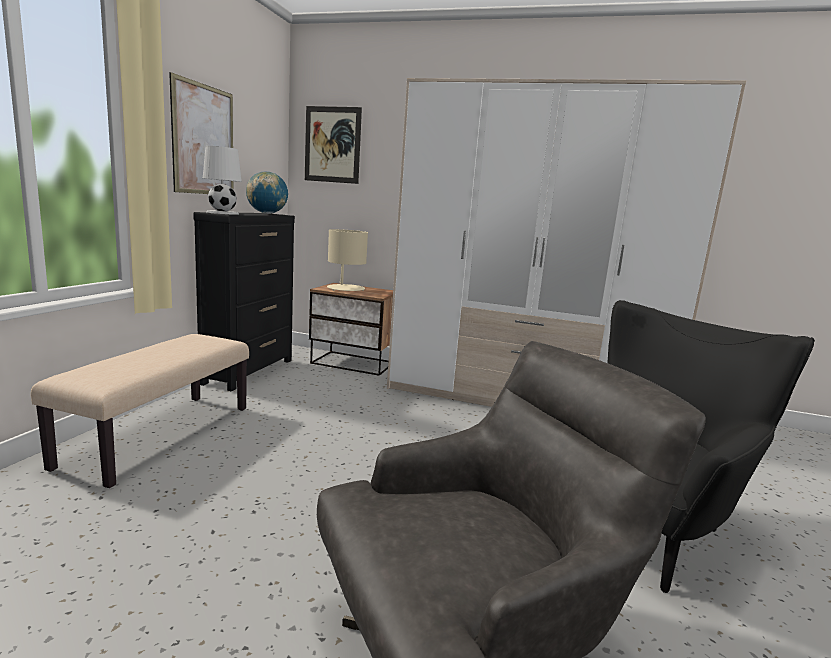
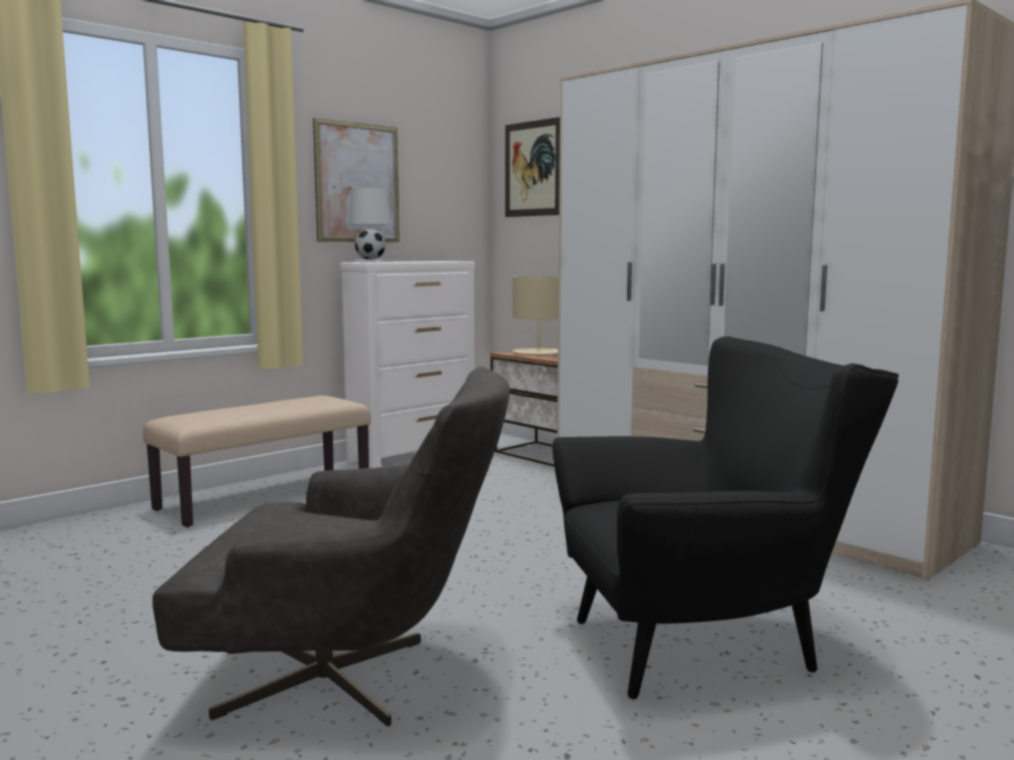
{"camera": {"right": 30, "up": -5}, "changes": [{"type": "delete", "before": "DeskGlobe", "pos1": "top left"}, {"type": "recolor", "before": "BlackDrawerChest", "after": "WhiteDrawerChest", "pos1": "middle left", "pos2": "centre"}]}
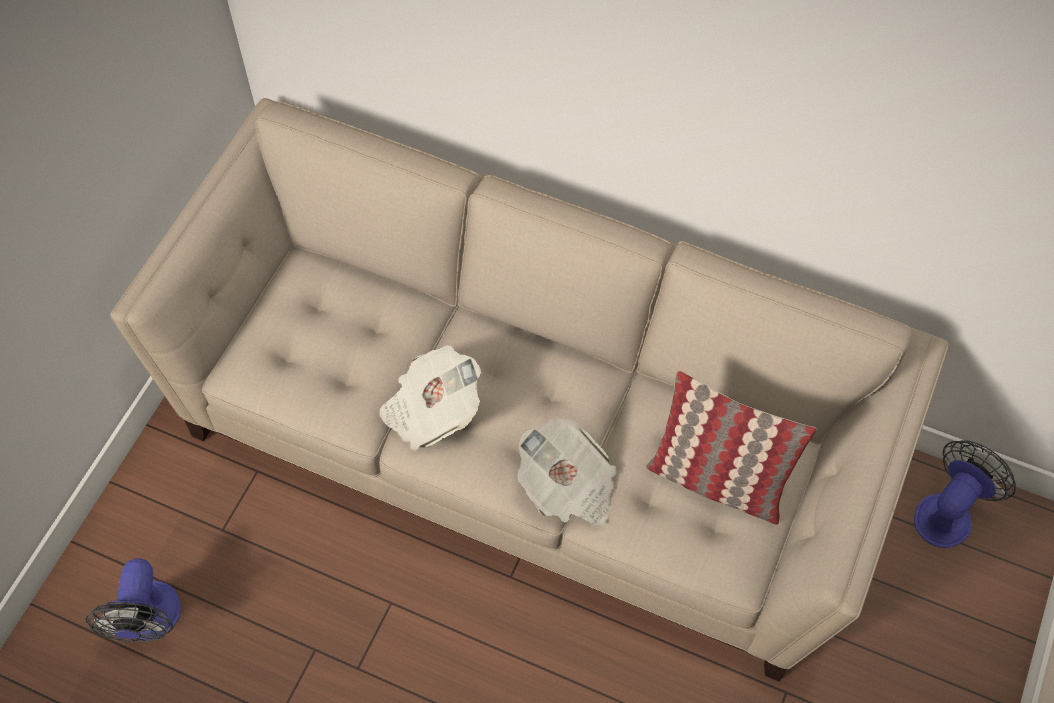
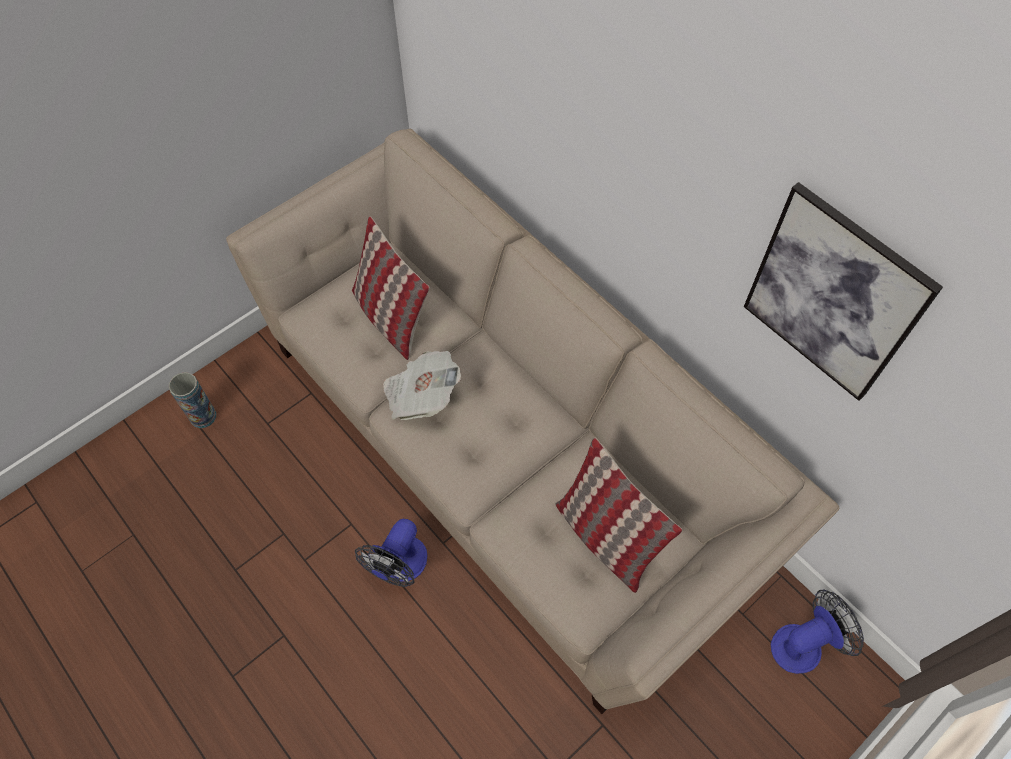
{"camera": {"right": 25, "up": 0}, "changes": [{"type": "delete", "before": "Newspaper (2nd from left)", "pos1": "bottom centre"}, {"type": "move", "before": "CoolingFan (1st from left)", "pos1": "bottom left", "pos2": "bottom centre"}, {"type": "insert", "after": "Picture", "pos2": "middle right"}, {"type": "insert", "after": "Pillow (1st from left)", "pos2": "centre"}, {"type": "insert", "after": "DecorativeVase", "pos2": "middle left"}]}
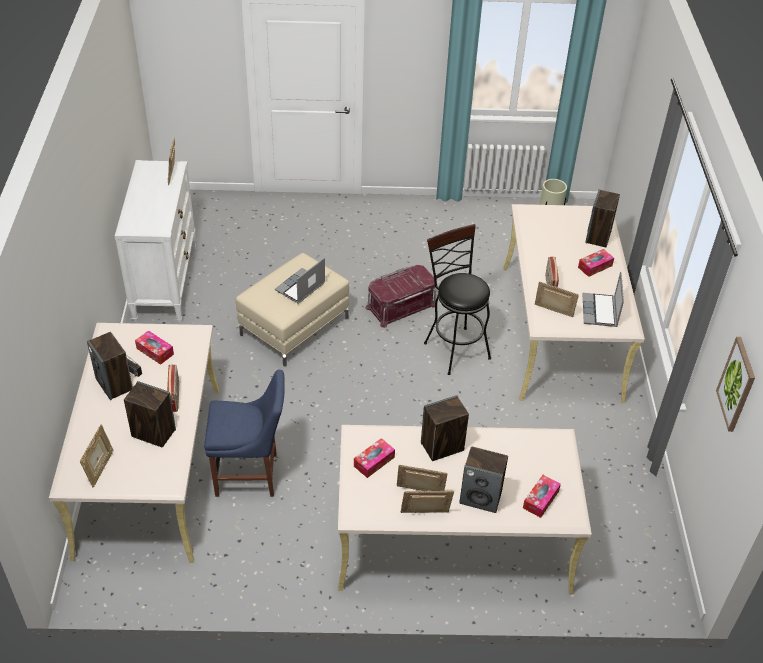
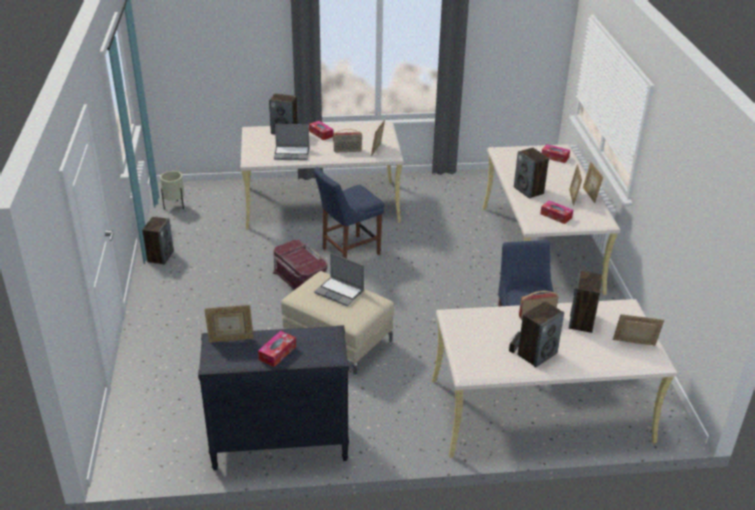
{"camera": {"right": -95, "up": -10}, "changes": [{"type": "recolor", "before": "WhiteDrawerChest", "after": "BlackDrawerChest", "pos1": "middle left", "pos2": "bottom centre"}, {"type": "replace", "before": "BlackStool", "after": "BlueColouredUprightChair (1st from left)", "pos1": "centre", "pos2": "centre"}, {"type": "move", "before": "NotebookComputer (2nd from left in the first image)", "after": "NotebookComputer (1st from left)", "pos1": "middle right", "pos2": "top centre"}, {"type": "move", "before": "BoxOfTissues (1st from left)", "pos1": "middle left", "pos2": "bottom centre"}, {"type": "delete", "before": "Picture", "pos1": "middle right"}, {"type": "move", "before": "AudioSpeaker (4th from left in the first image)", "after": "AudioSpeaker (1st from left)", "pos1": "bottom centre", "pos2": "middle left"}]}
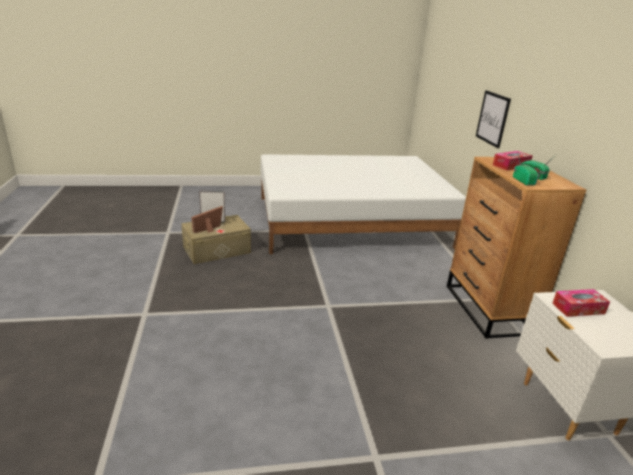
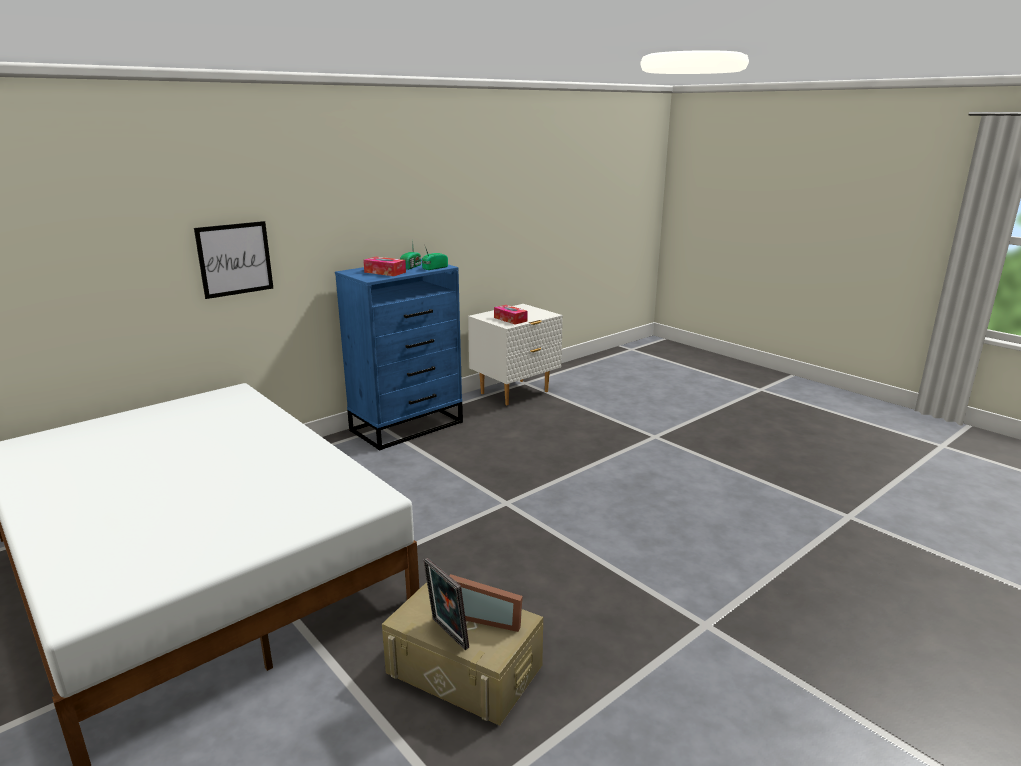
{"camera": {"right": -120, "up": -5}, "changes": [{"type": "recolor", "before": "BrownDrawerChest", "after": "BlueColouredDrawerChest", "pos1": "middle right", "pos2": "centre"}]}
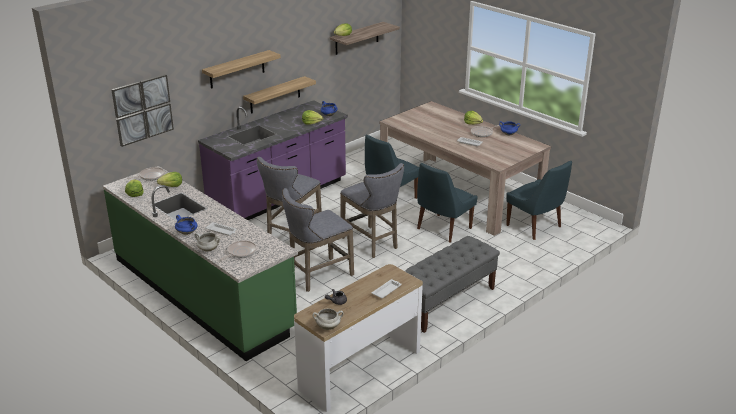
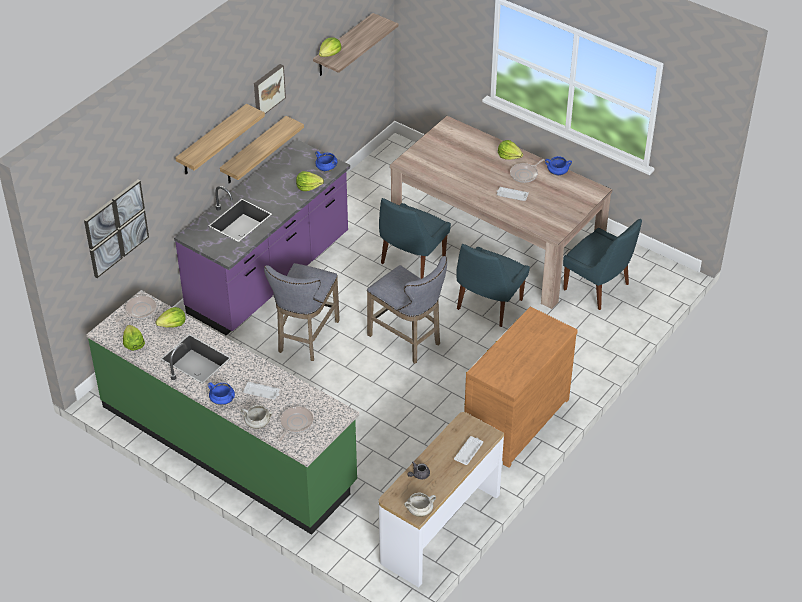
{"camera": {"right": -10, "up": 15}, "changes": [{"type": "delete", "before": "GreyishStool (2nd from left)", "pos1": "centre"}, {"type": "replace", "before": "GreyishIndoorBench", "after": "BrownDrawerChest", "pos1": "bottom centre", "pos2": "centre"}, {"type": "insert", "after": "Picture (2nd from left)", "pos2": "top centre"}]}
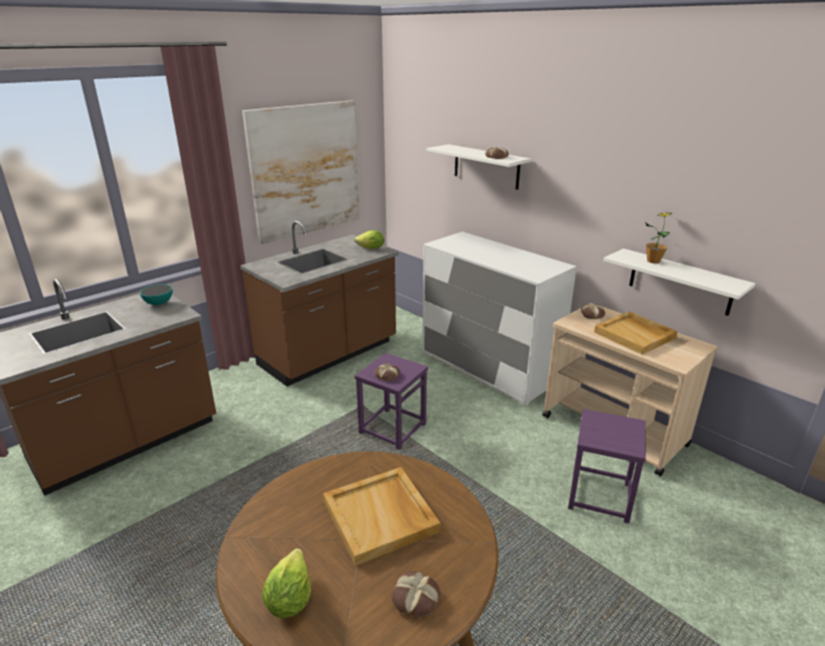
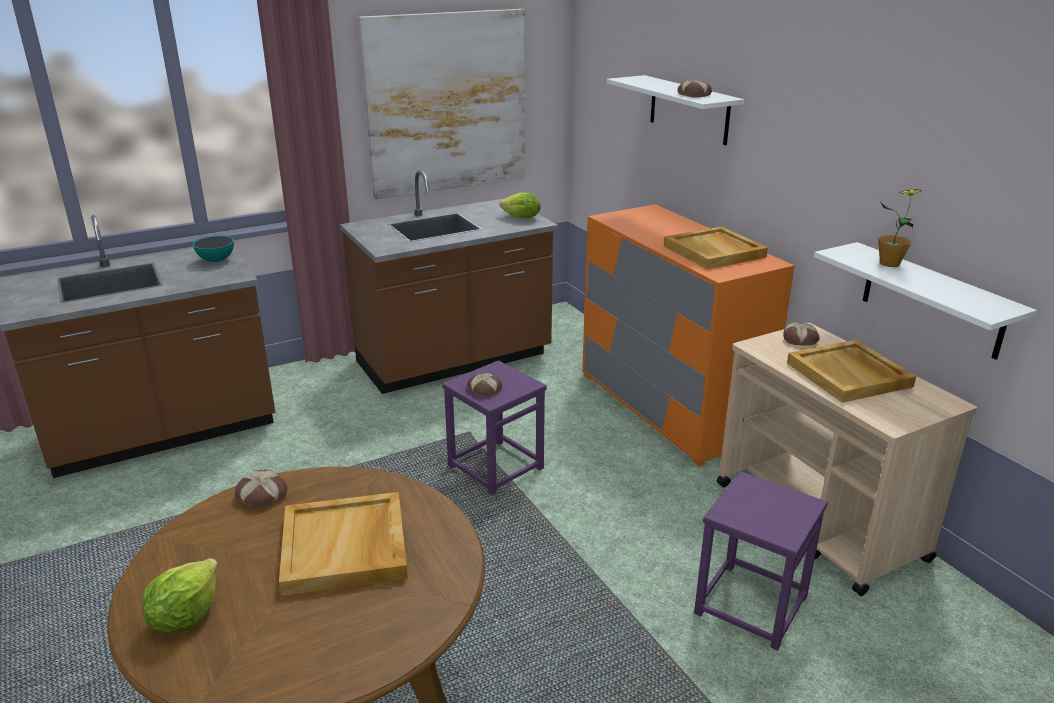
{"camera": {"right": 15, "up": 0}, "changes": [{"type": "recolor", "before": "WhiteDrawerChest", "after": "OrangeyDrawerChest", "pos1": "centre", "pos2": "centre"}, {"type": "move", "before": "BakeryBread (2nd from left in the first image)", "after": "BakeryBread (1st from left)", "pos1": "bottom centre", "pos2": "bottom left"}, {"type": "insert", "after": "BeigeCarryingTray (2nd from left)", "pos2": "middle right"}]}
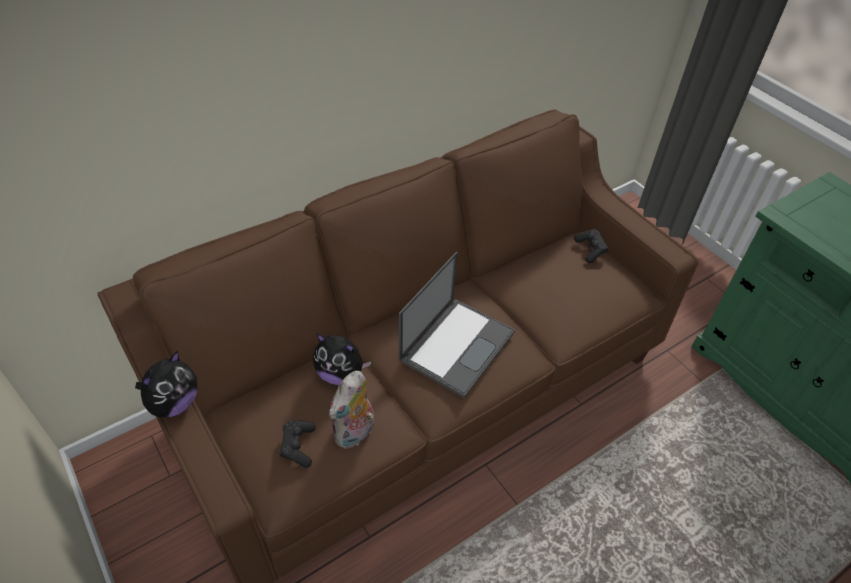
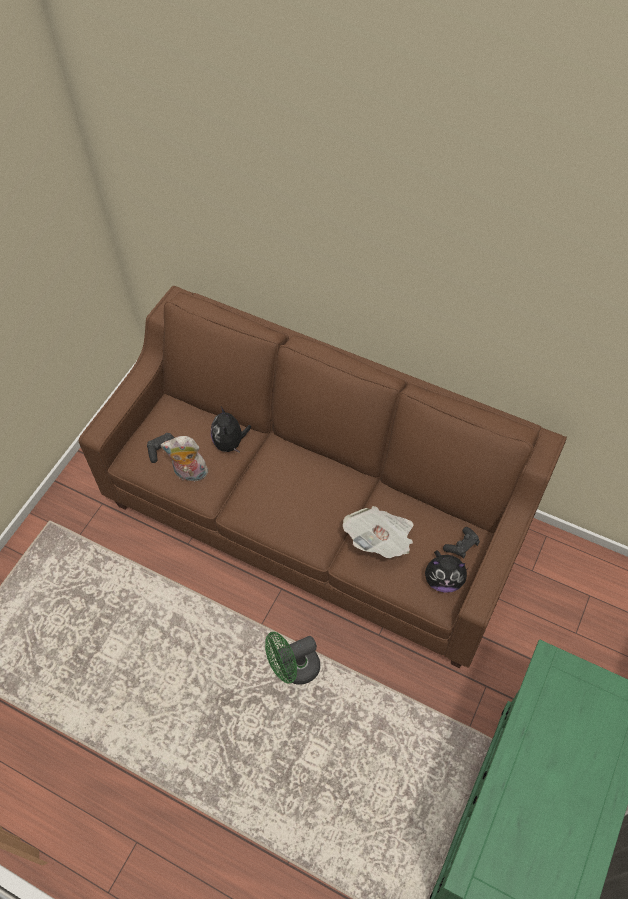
{"camera": {"right": 65, "up": 10}, "changes": [{"type": "delete", "before": "NotebookComputer", "pos1": "centre"}, {"type": "move", "before": "CuddlyToy (1st from left in the first image)", "after": "CuddlyToy (3rd from left)", "pos1": "middle left", "pos2": "middle right"}, {"type": "insert", "after": "Newspaper", "pos2": "centre"}, {"type": "insert", "after": "GreenishCoolingFan", "pos2": "bottom centre"}]}
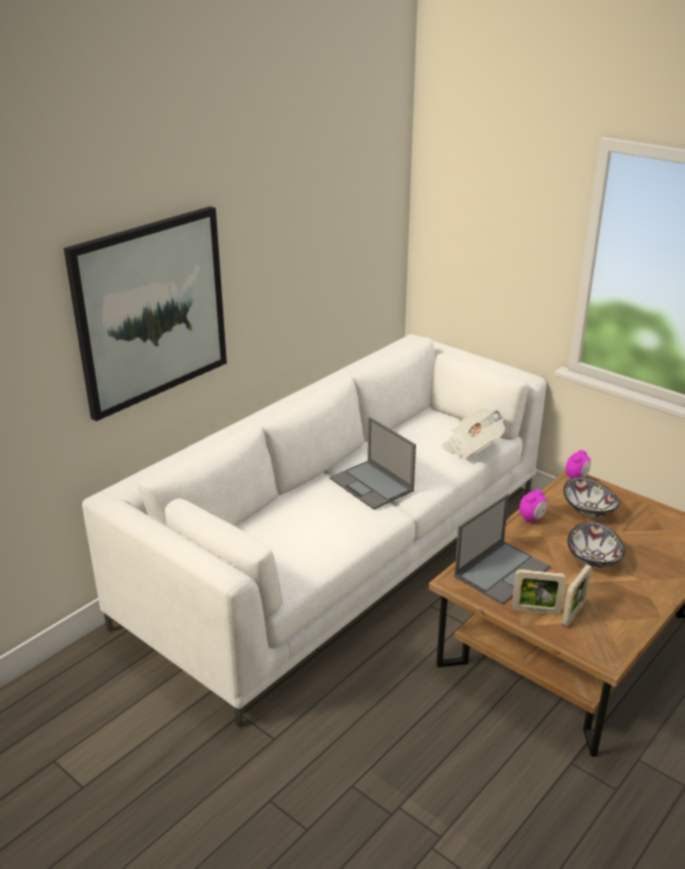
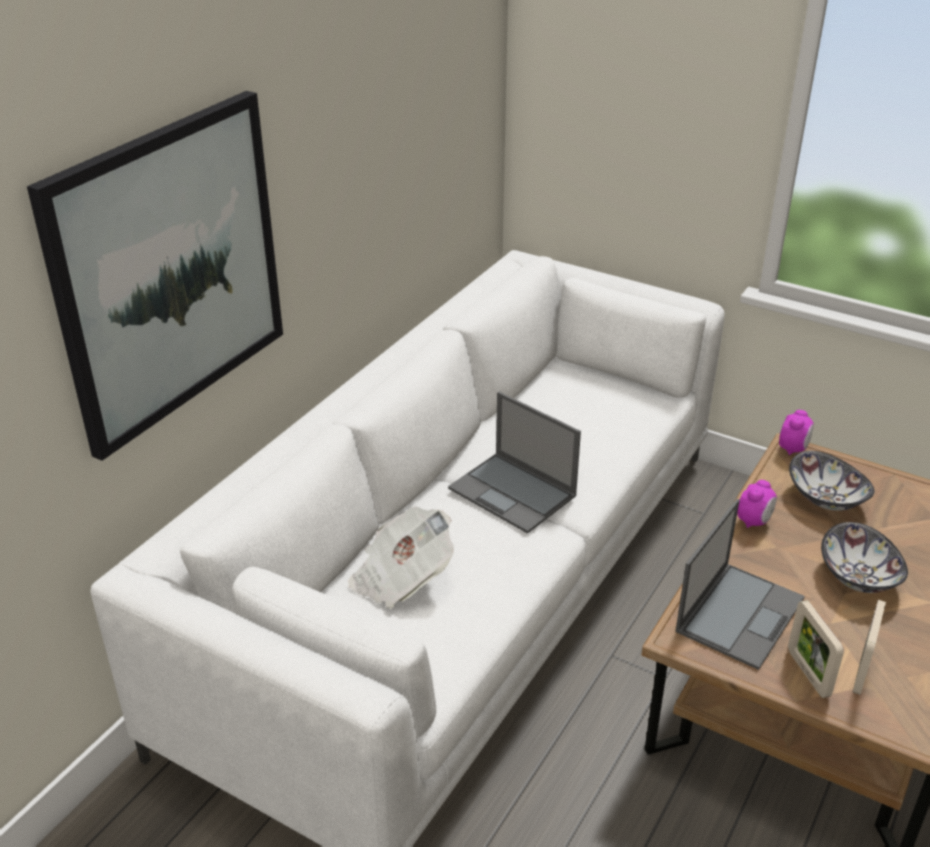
{"camera": {"right": -10, "up": 5}, "changes": [{"type": "move", "before": "Newspaper", "pos1": "middle right", "pos2": "centre"}, {"type": "rotate", "before": "PhotoFrame (1st from left)", "pos1": "bottom right", "pos2": "bottom right", "turn": 75}]}
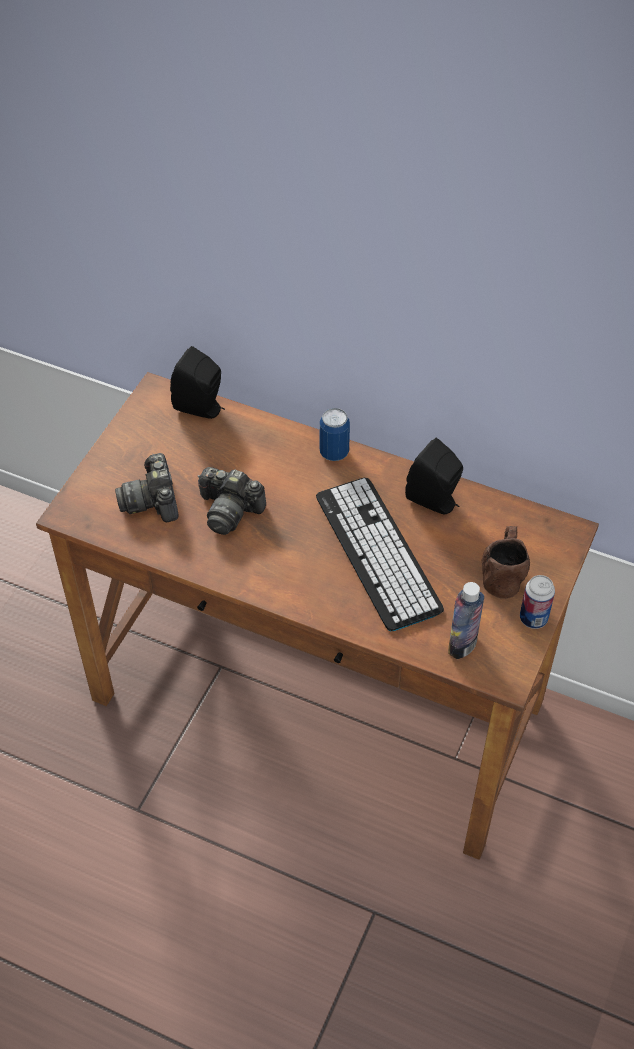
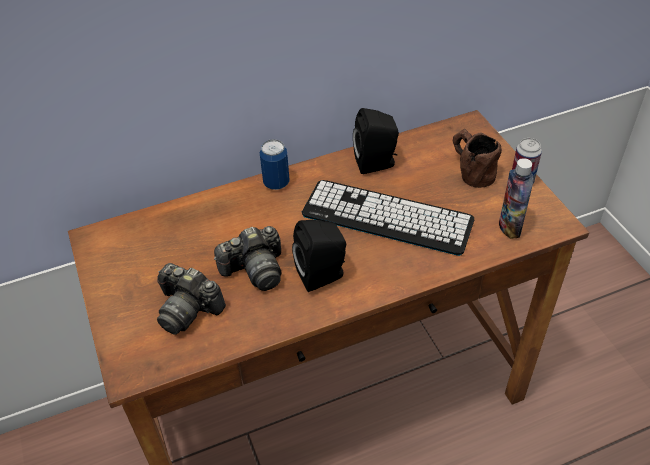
{"camera": {"right": -45, "up": -5}, "changes": [{"type": "move", "before": "BlackAudioSpeaker (1st from left)", "pos1": "middle left", "pos2": "centre"}]}
